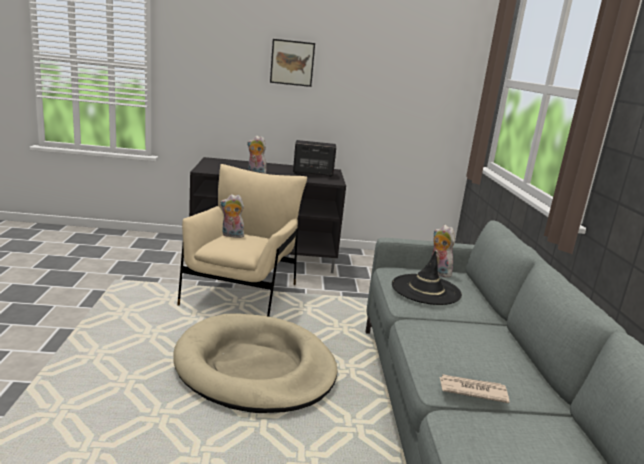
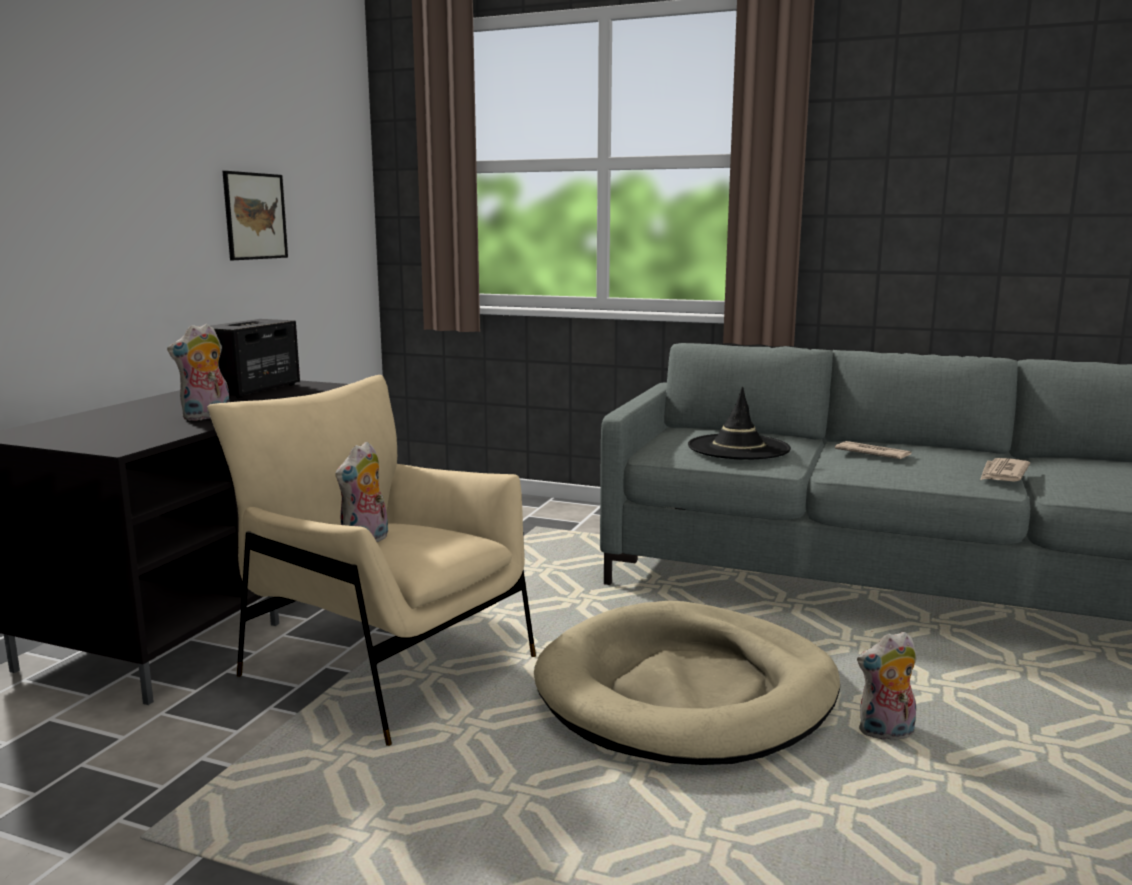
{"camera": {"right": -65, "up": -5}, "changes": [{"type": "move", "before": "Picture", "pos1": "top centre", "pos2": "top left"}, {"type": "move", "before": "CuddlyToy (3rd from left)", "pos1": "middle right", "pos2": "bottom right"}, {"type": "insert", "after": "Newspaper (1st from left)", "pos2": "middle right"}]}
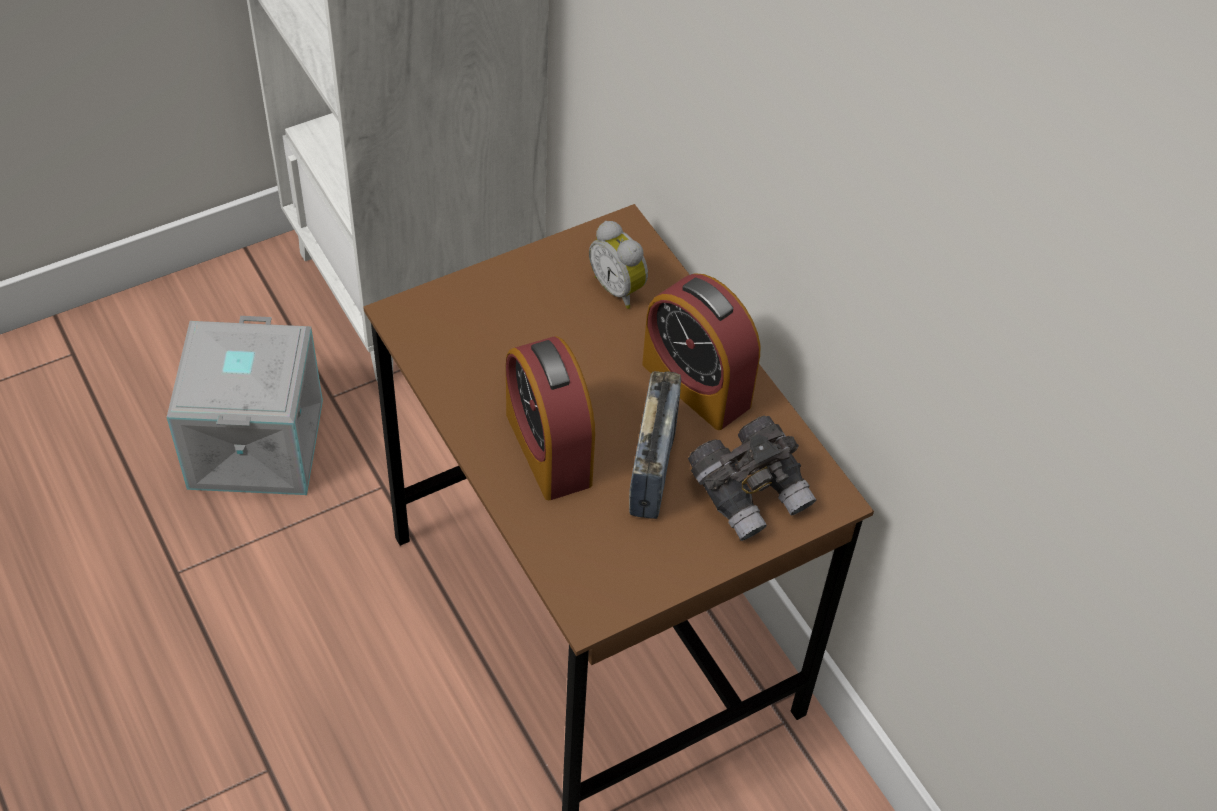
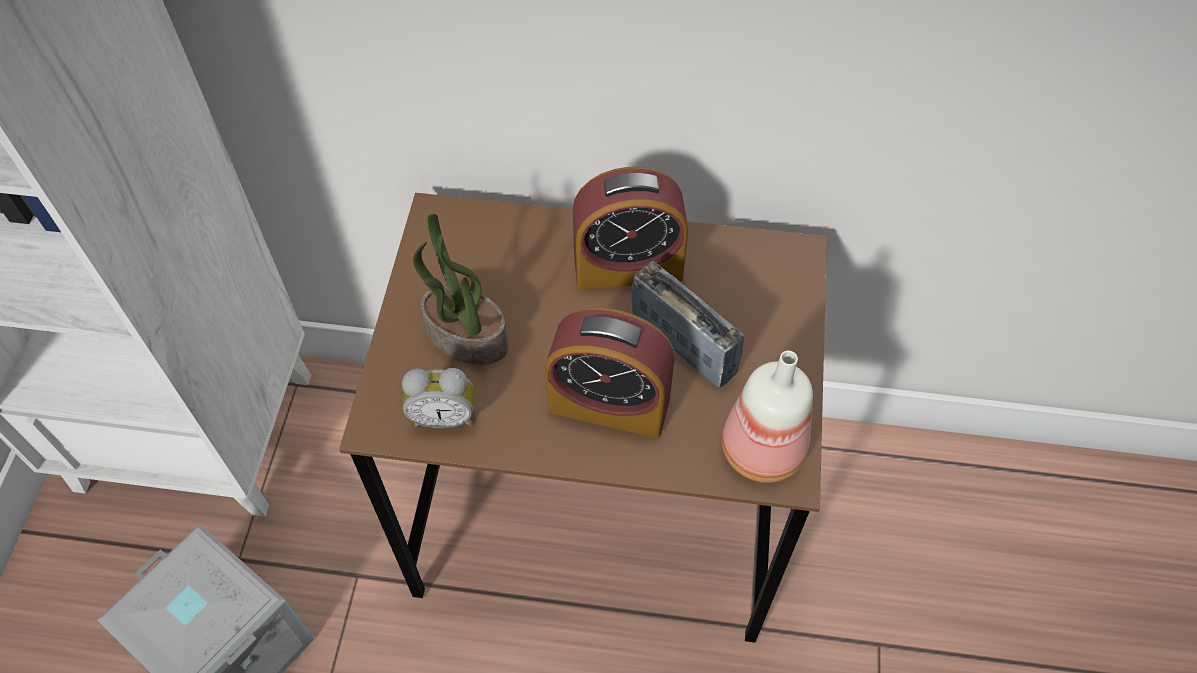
{"camera": {"right": -50, "up": 5}, "changes": [{"type": "move", "before": "TableClock (2nd from left in the first image)", "after": "TableClock (1st from left)", "pos1": "top centre", "pos2": "centre"}, {"type": "delete", "before": "GreyishBinoculars", "pos1": "centre"}, {"type": "insert", "after": "PlantInAPot", "pos2": "centre"}, {"type": "insert", "after": "DrinkBottle", "pos2": "centre"}]}
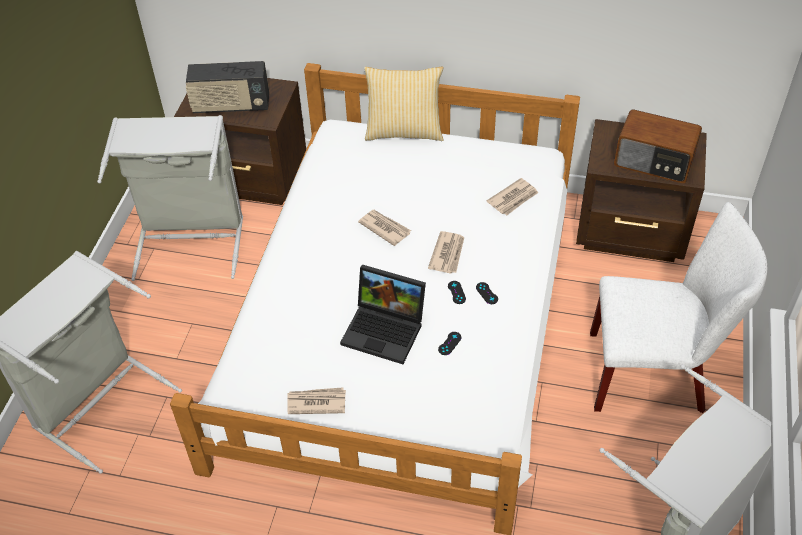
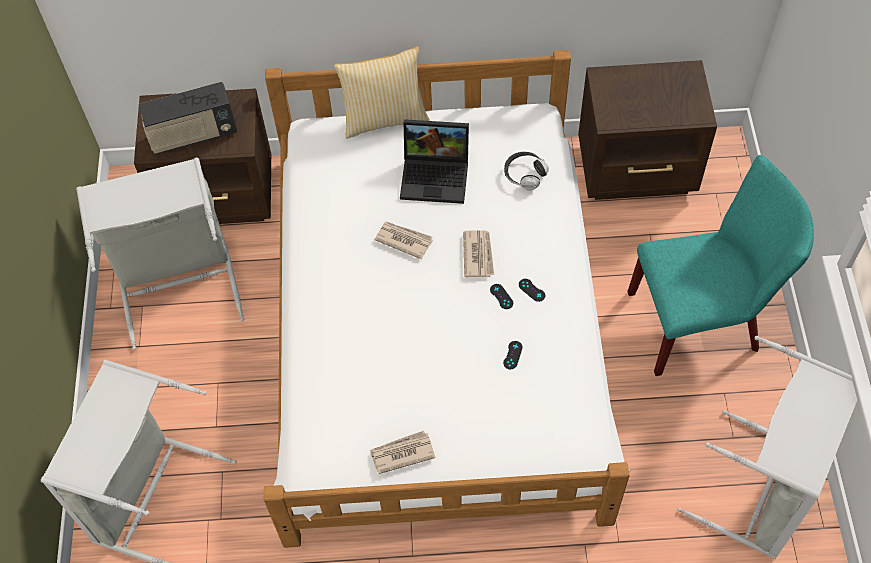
{"camera": {"right": -15, "up": 10}, "changes": [{"type": "delete", "before": "RadioSet (2nd from left)", "pos1": "top right"}, {"type": "replace", "before": "Newspaper (4th from left)", "after": "PairOfHeadphones", "pos1": "centre", "pos2": "top centre"}, {"type": "recolor", "before": "WhiteUprightChair", "after": "TurquoiseColouredUprightChair", "pos1": "middle right", "pos2": "middle right"}, {"type": "move", "before": "NotebookComputer", "pos1": "centre", "pos2": "top centre"}]}
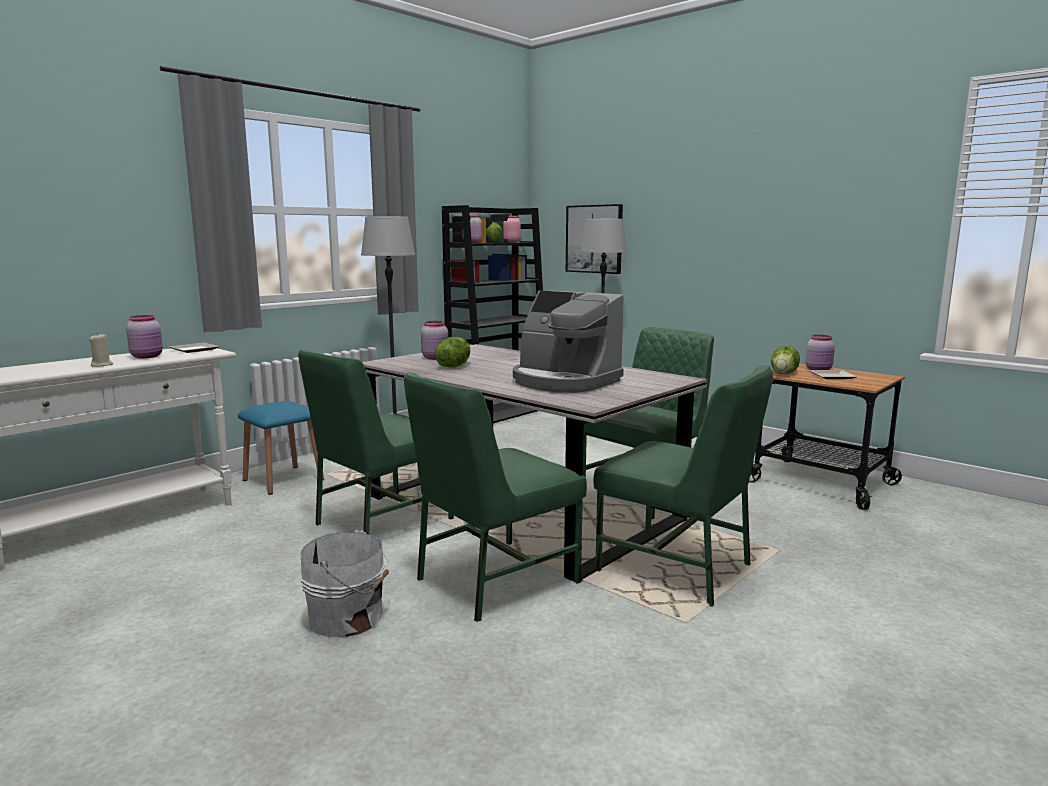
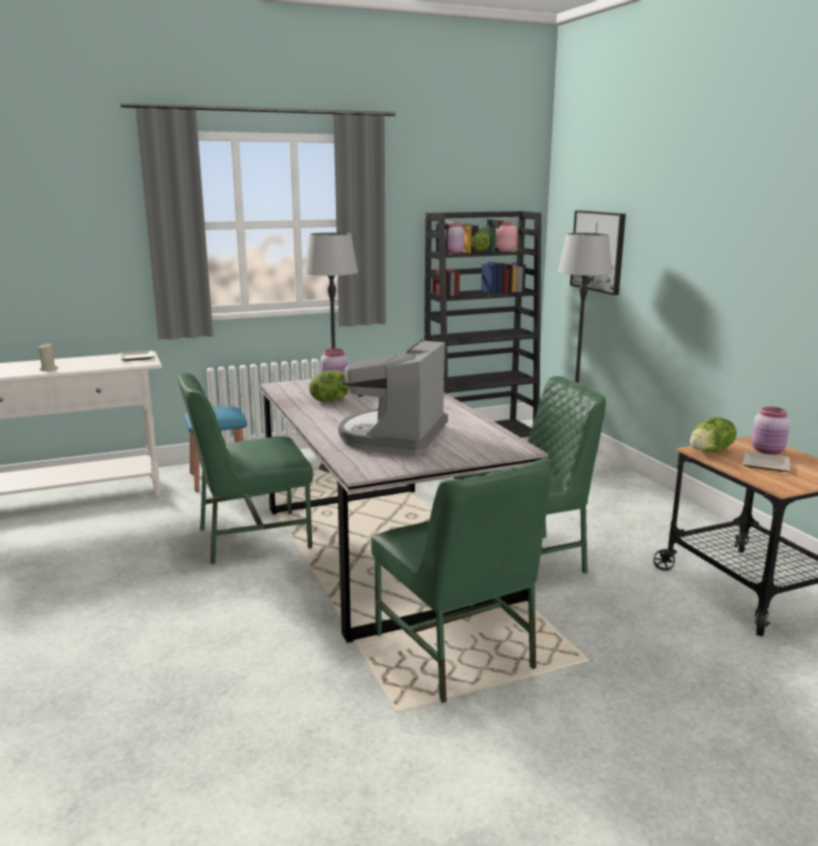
{"camera": {"right": 25, "up": 5}, "changes": [{"type": "rotate", "before": "CoffeeMaker", "pos1": "centre", "pos2": "centre", "turn": 45}, {"type": "delete", "before": "PinkColouredPreserveJar (1st from left)", "pos1": "middle left"}, {"type": "delete", "before": "GreenishUprightChair (2nd from left)", "pos1": "centre"}, {"type": "delete", "before": "WhiteWaterBucket", "pos1": "bottom left"}]}
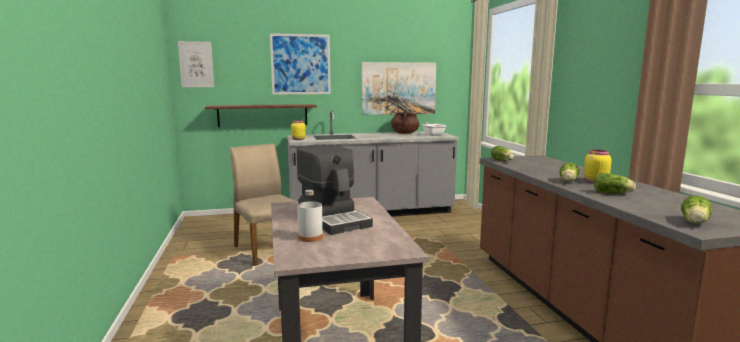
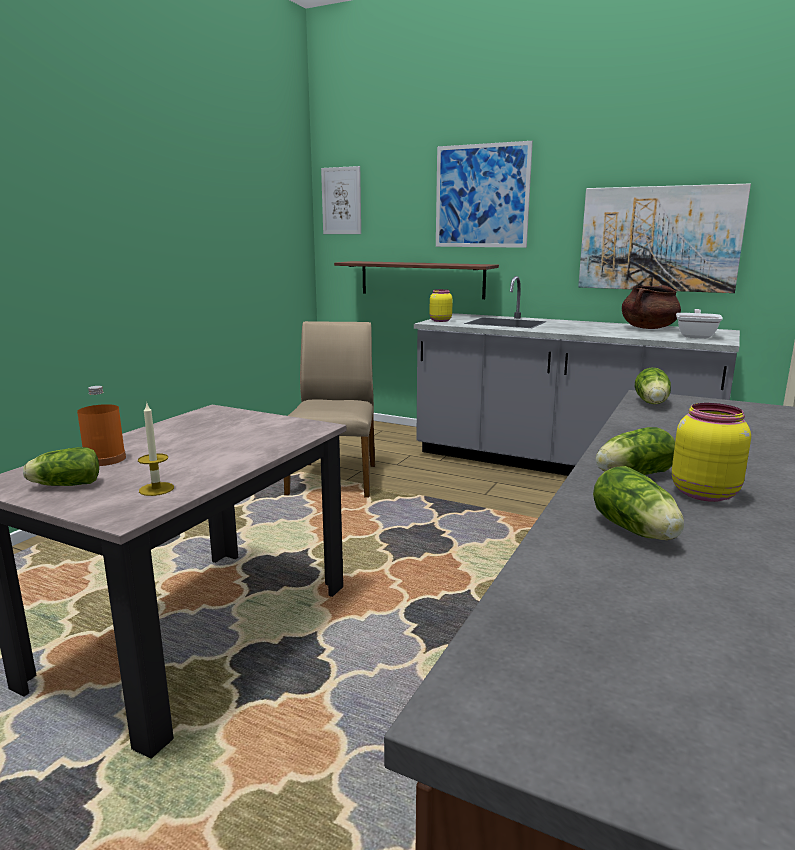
{"camera": {"right": 40, "up": 5}, "changes": [{"type": "delete", "before": "CoffeeMaker", "pos1": "centre"}, {"type": "recolor", "before": "WhiteDrinkBottle", "after": "OrangeyDrinkBottle", "pos1": "centre", "pos2": "middle left"}, {"type": "move", "before": "Lettuce (4th from left in the first image)", "after": "Lettuce (1st from left)", "pos1": "middle right", "pos2": "middle left"}, {"type": "insert", "after": "WaxCandle", "pos2": "middle left"}]}
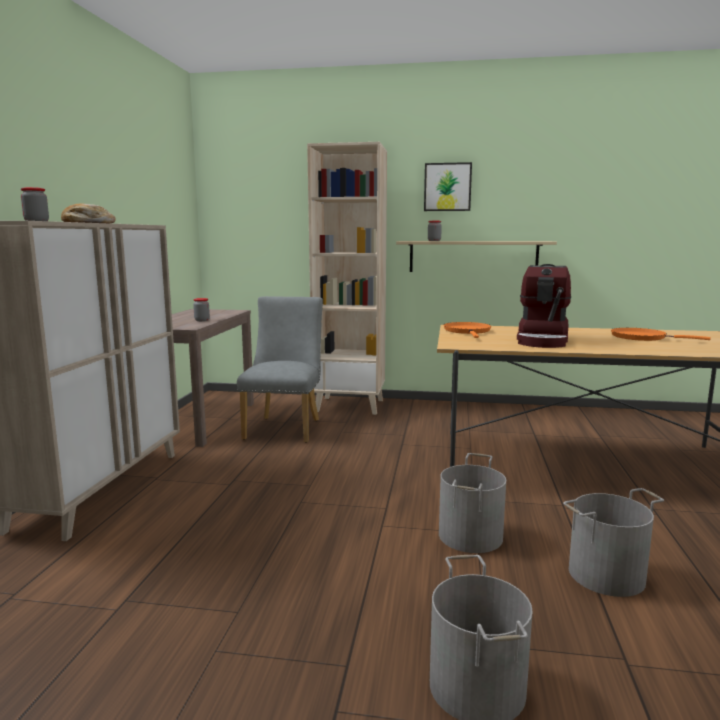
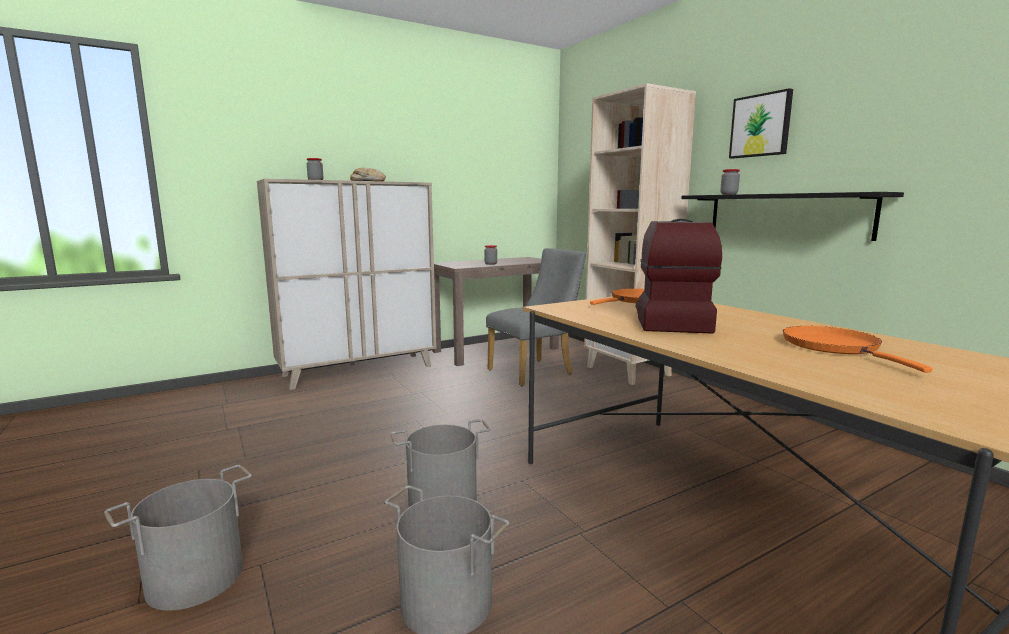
{"camera": {"right": 50, "up": 0}, "changes": [{"type": "recolor", "before": "BeigeShelf", "after": "BlackShelf", "pos1": "centre", "pos2": "middle right"}, {"type": "rotate", "before": "CoffeeMaker", "pos1": "middle right", "pos2": "middle right", "turn": 120}]}
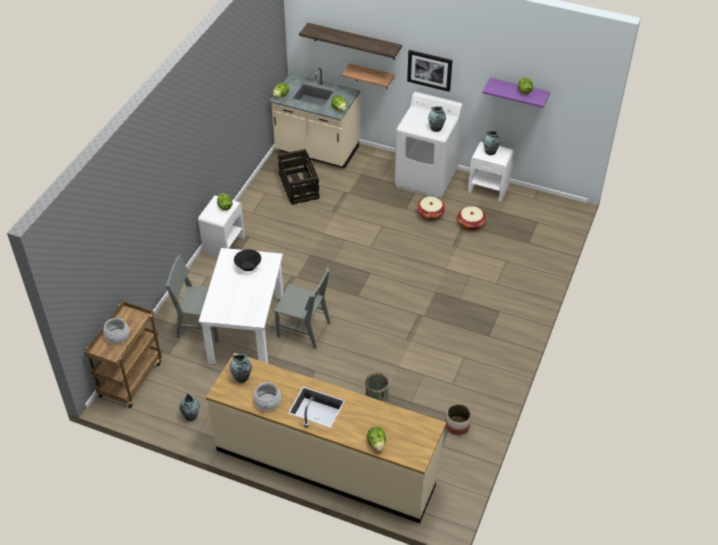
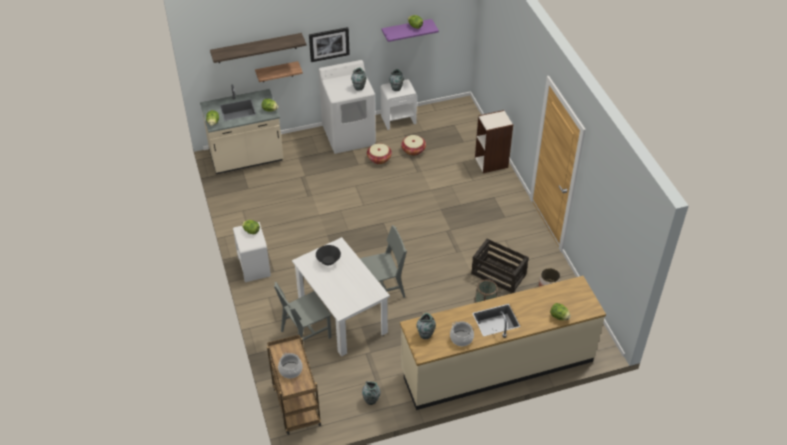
{"camera": {"right": -40, "up": 0}, "changes": [{"type": "move", "before": "PackingCrate", "pos1": "top centre", "pos2": "centre"}, {"type": "insert", "after": "Bookcase", "pos2": "top centre"}]}
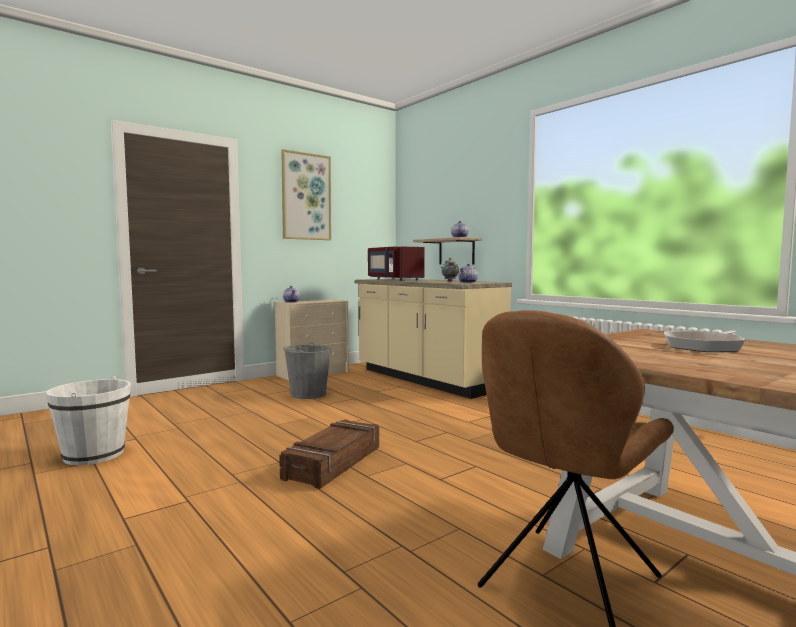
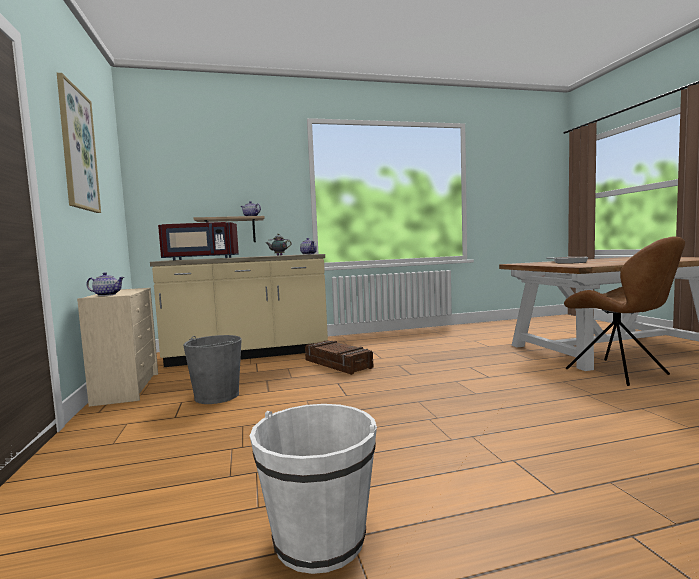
{"camera": {"right": -65, "up": 0}, "changes": [{"type": "move", "before": "PackingCrate", "pos1": "bottom centre", "pos2": "centre"}]}
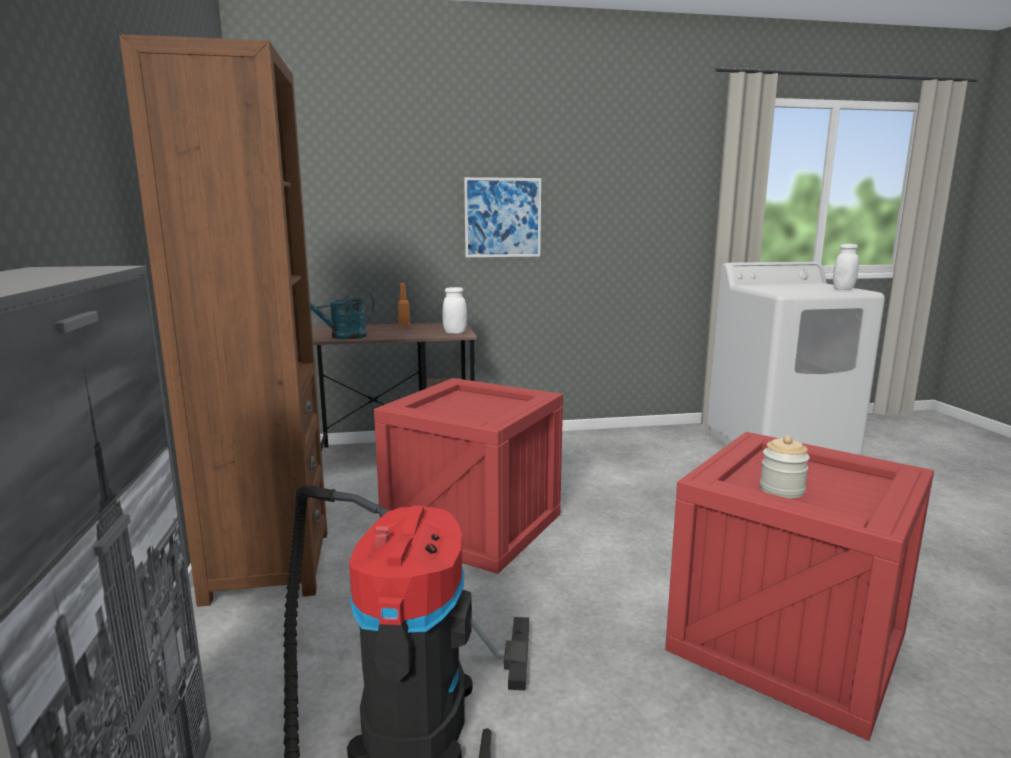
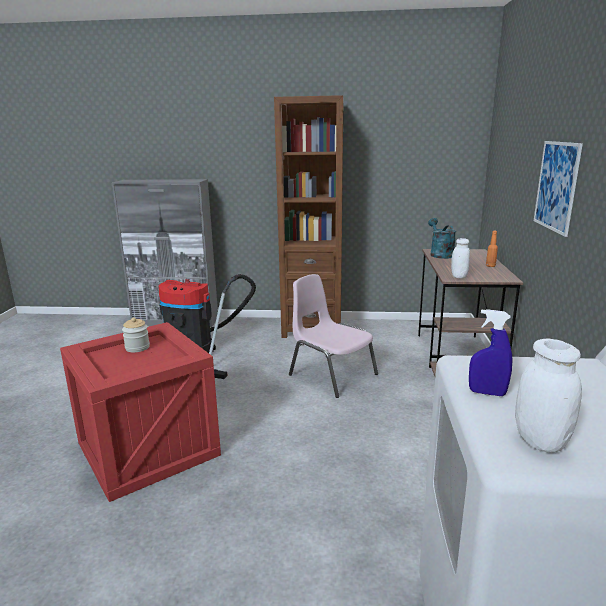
{"camera": {"right": 105, "up": 5}, "changes": [{"type": "replace", "before": "PackingCrate (1st from left)", "after": "PinkColouredUprightChair", "pos1": "centre", "pos2": "centre"}, {"type": "insert", "after": "BlueColouredHandSprayer", "pos2": "middle right"}]}
